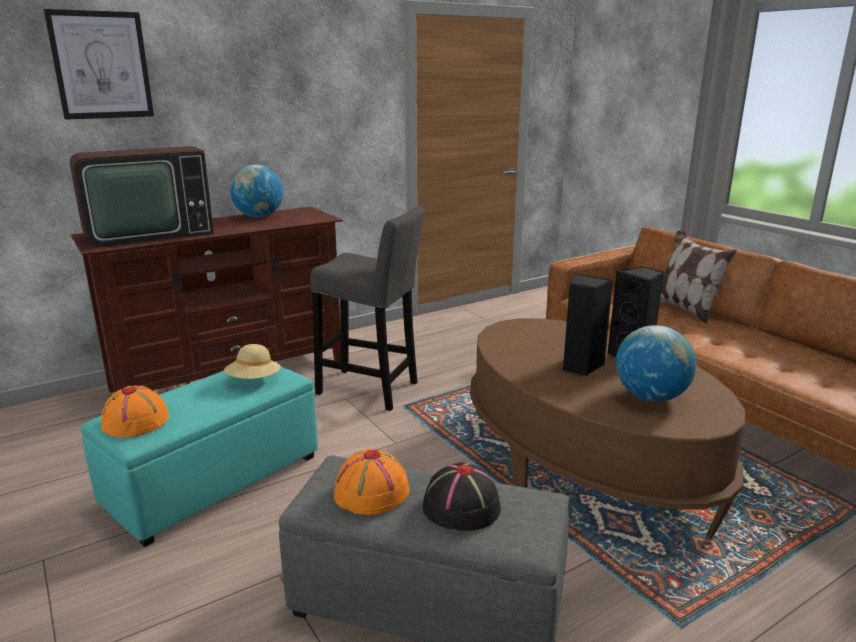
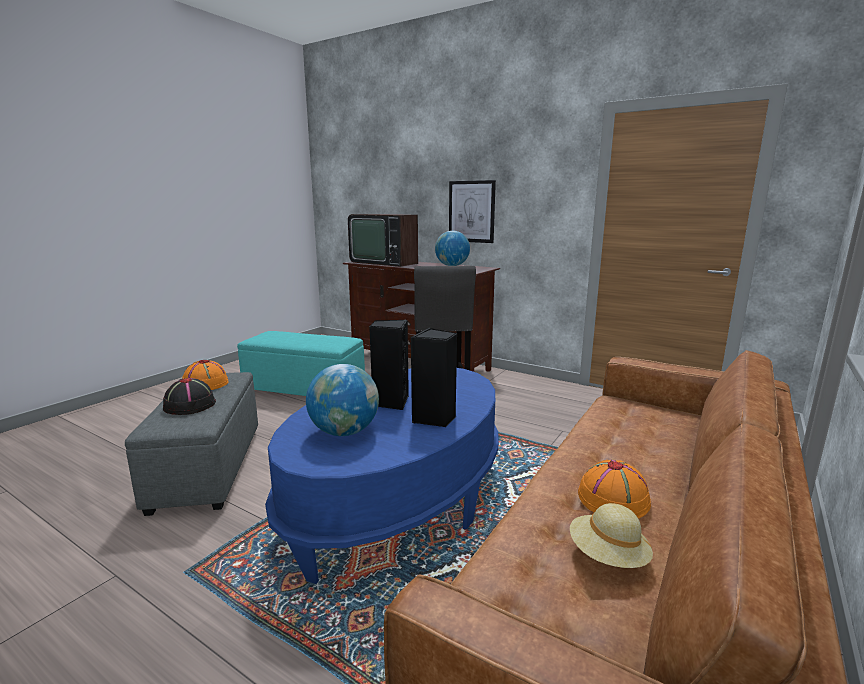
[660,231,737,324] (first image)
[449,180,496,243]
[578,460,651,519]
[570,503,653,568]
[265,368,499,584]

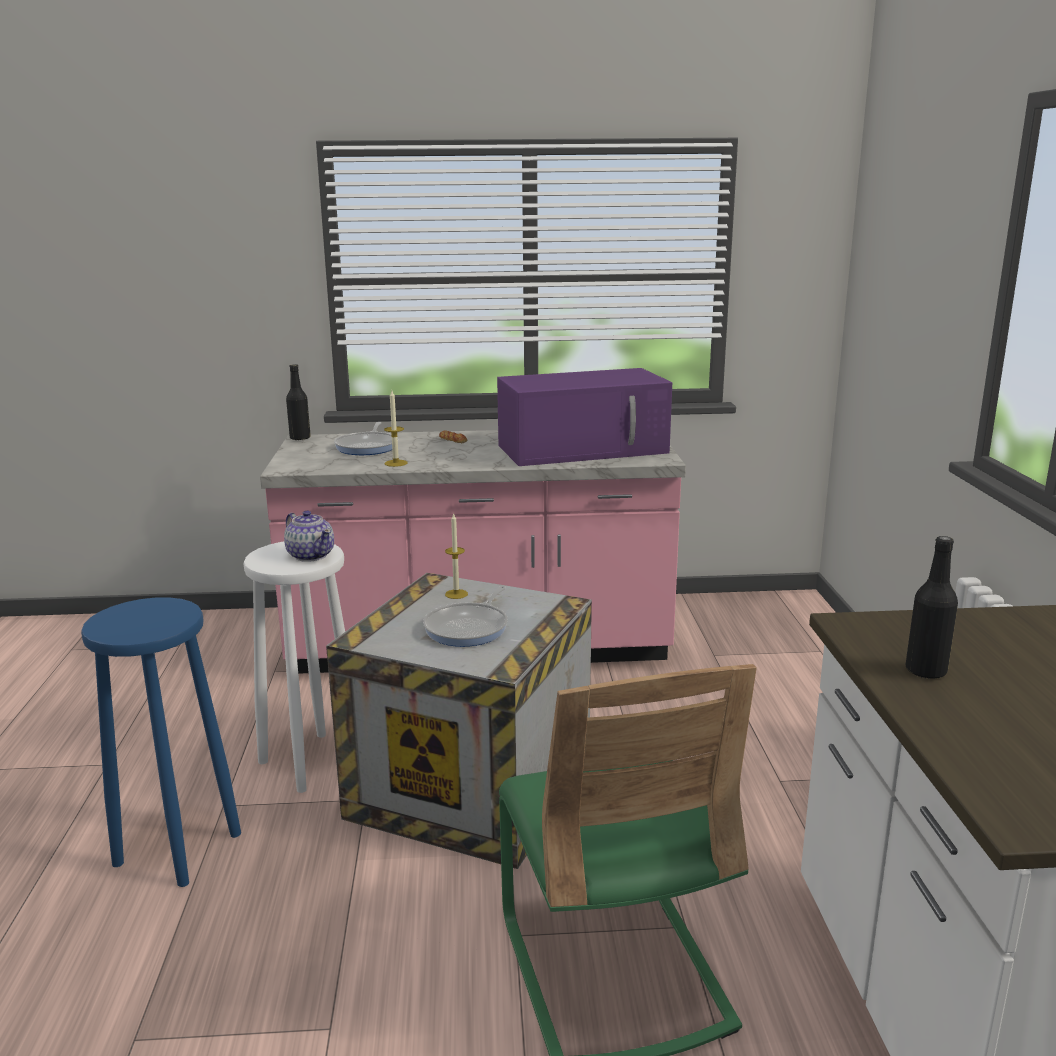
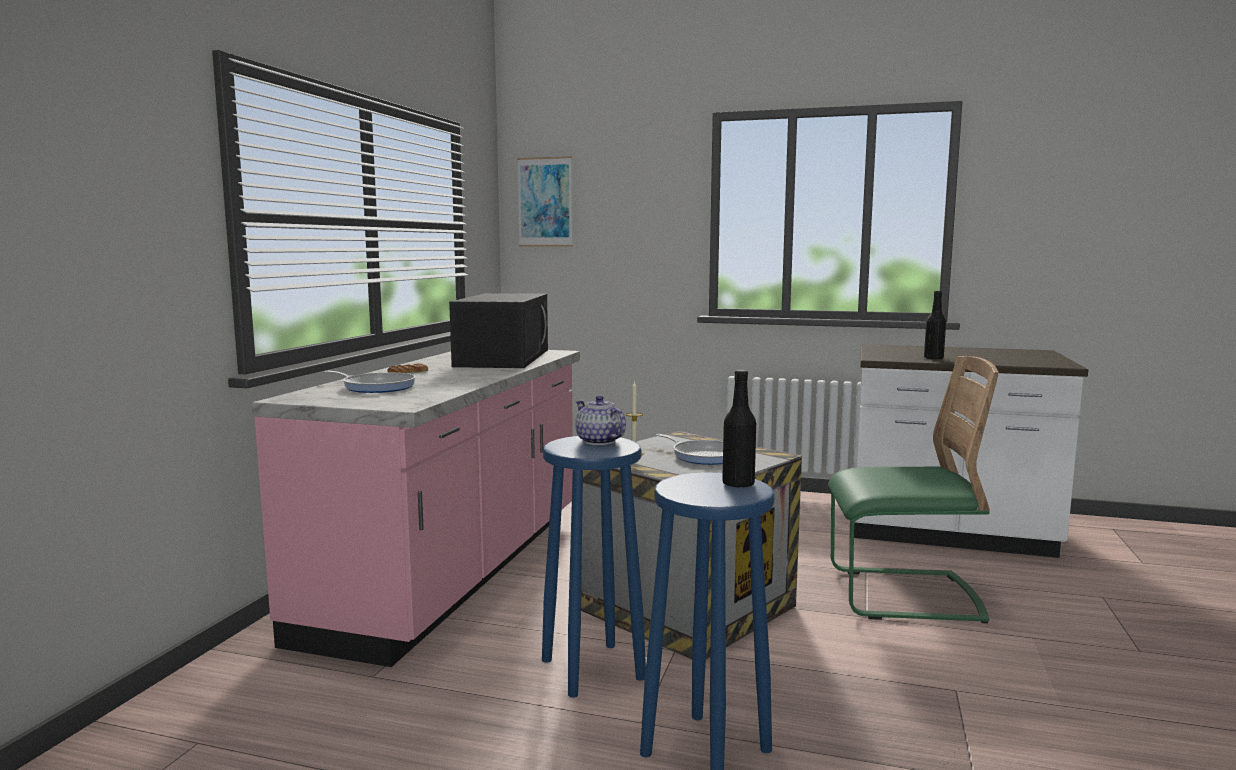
[384,391,407,467] (first image)
[517,156,573,246]
[722,370,756,488]
[542,436,646,698]
[449,293,548,368]
[575,395,626,445]

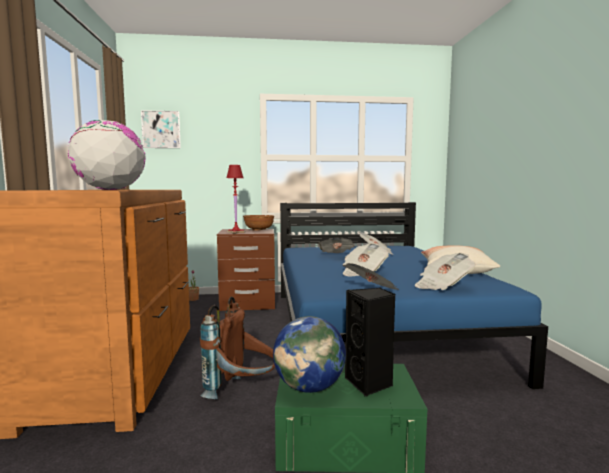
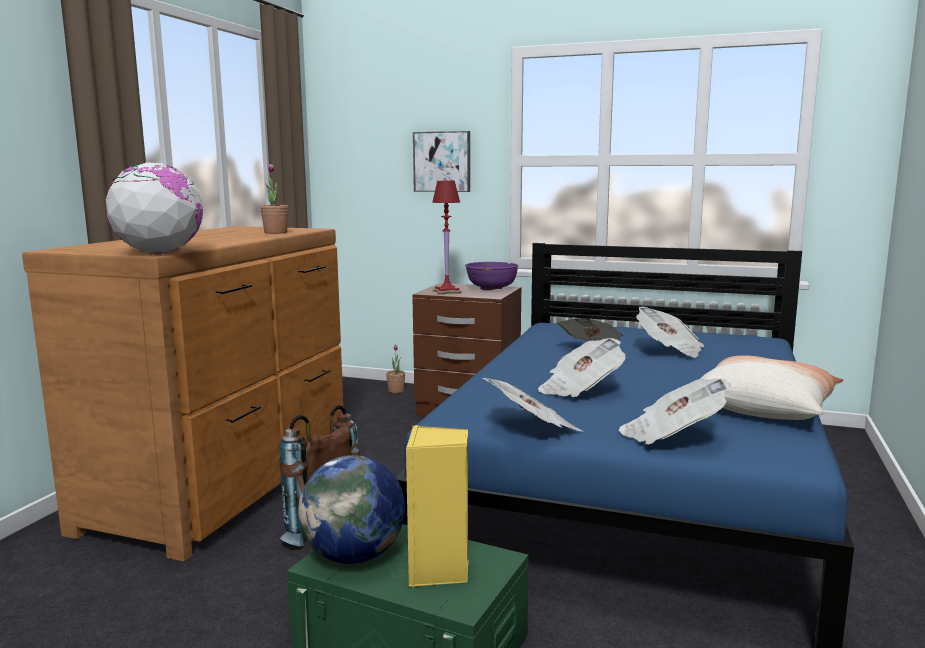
[261,164,288,234]
[413,131,470,192]
[465,262,519,290]
[406,425,468,587]

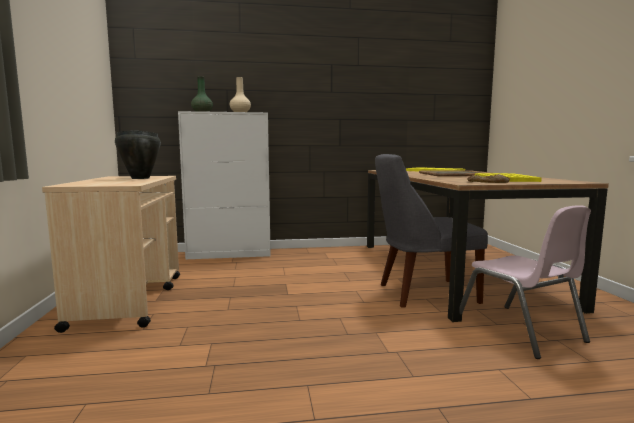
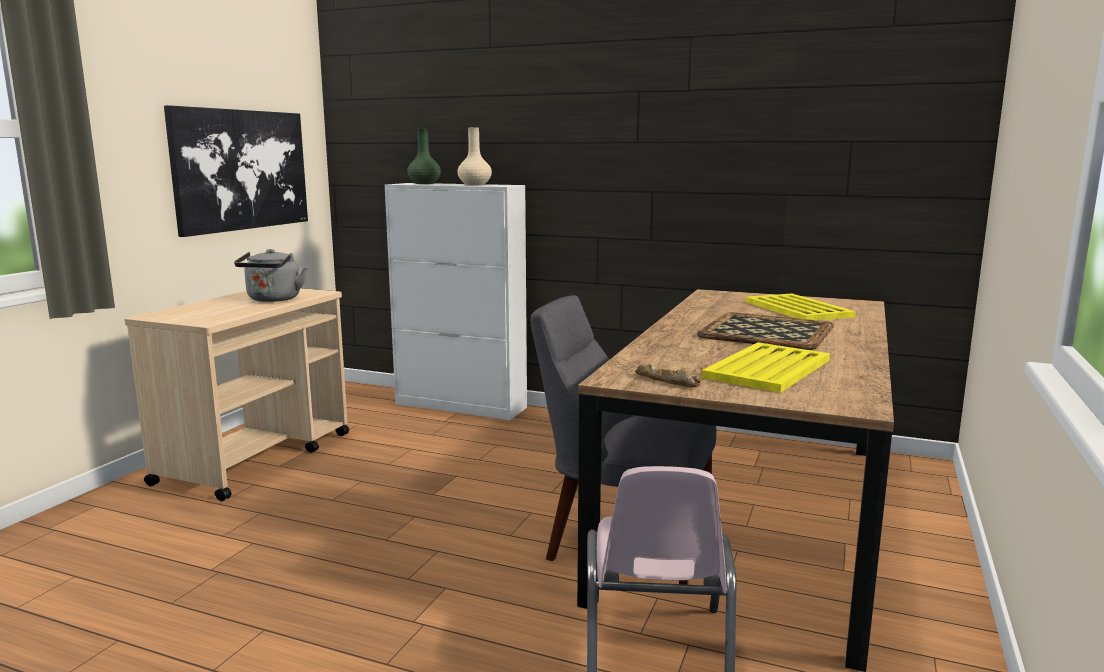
[164,105,308,237]
[234,249,307,302]

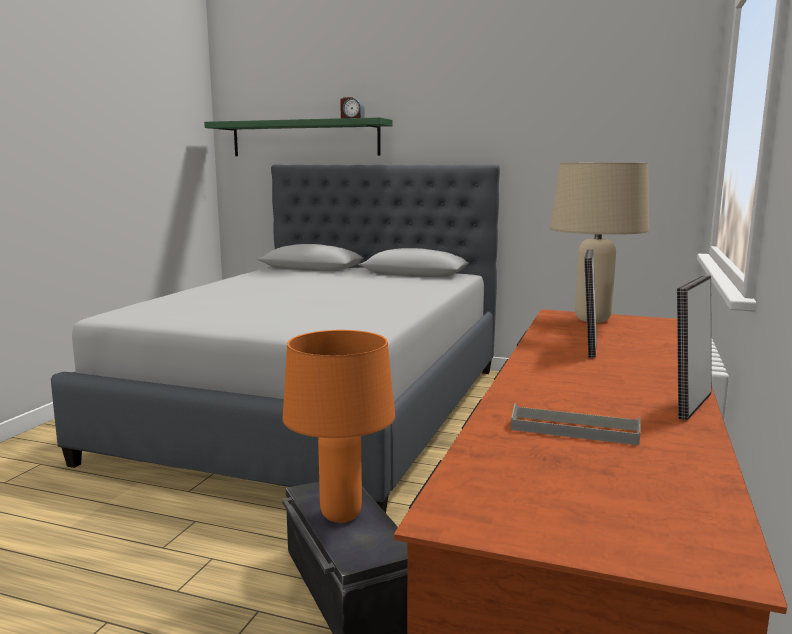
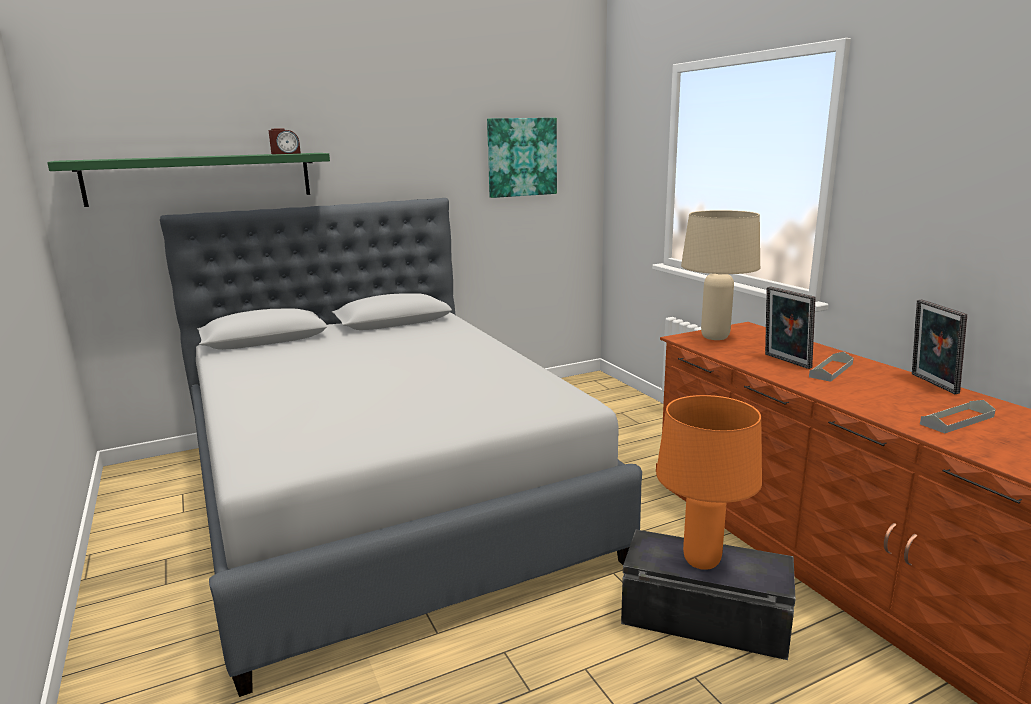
[487,118,557,198]
[809,351,854,382]

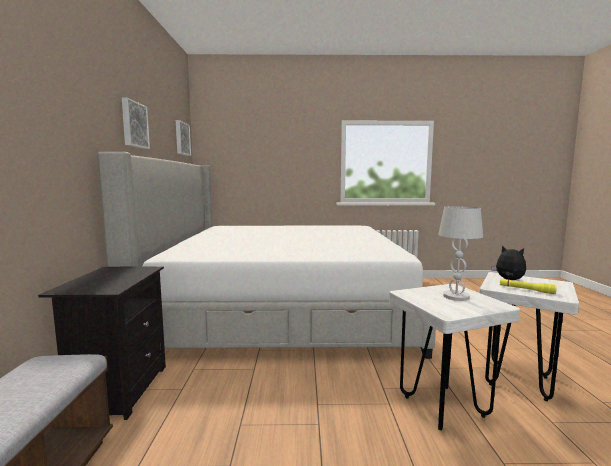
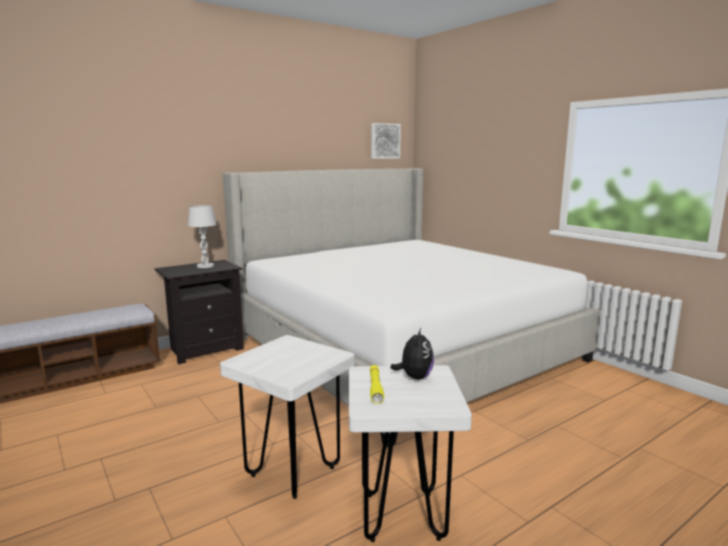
[122,97,150,149] (first image)
[188,205,217,268]

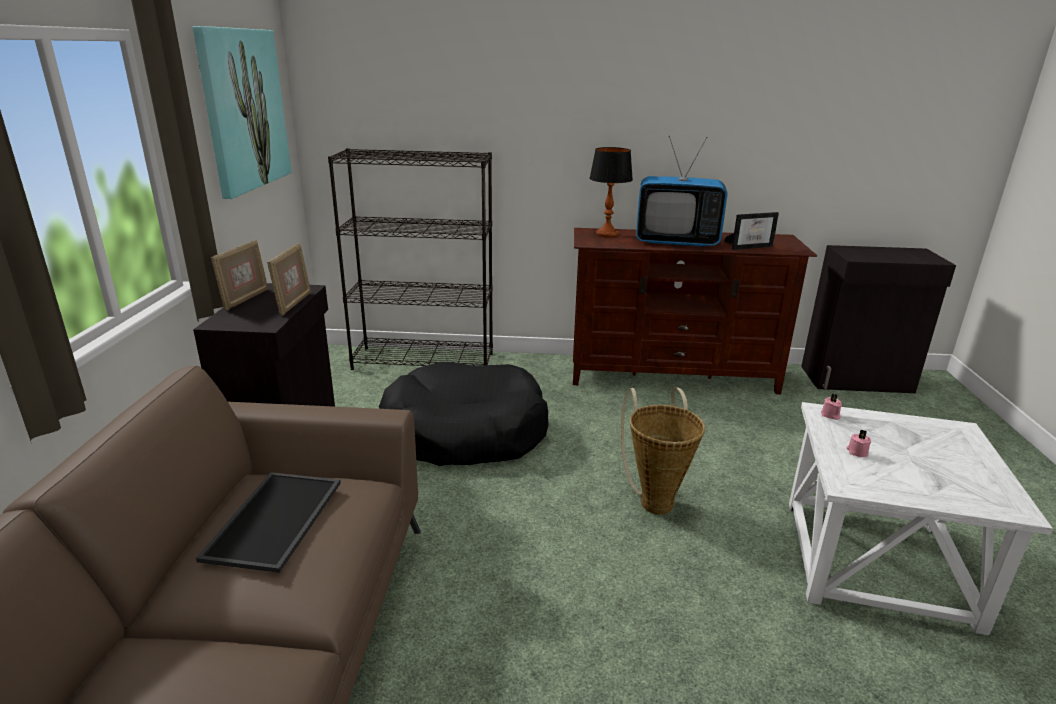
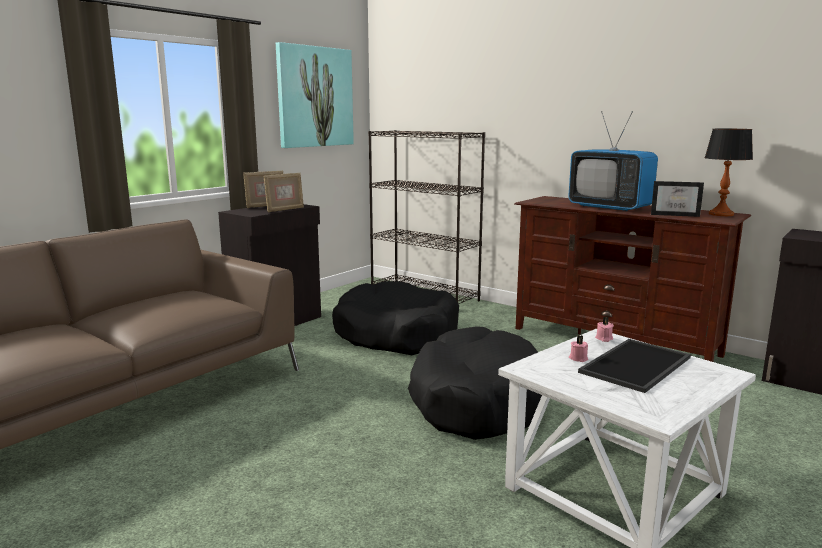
[578,339,691,393]
[705,129,753,216]
[408,327,542,440]

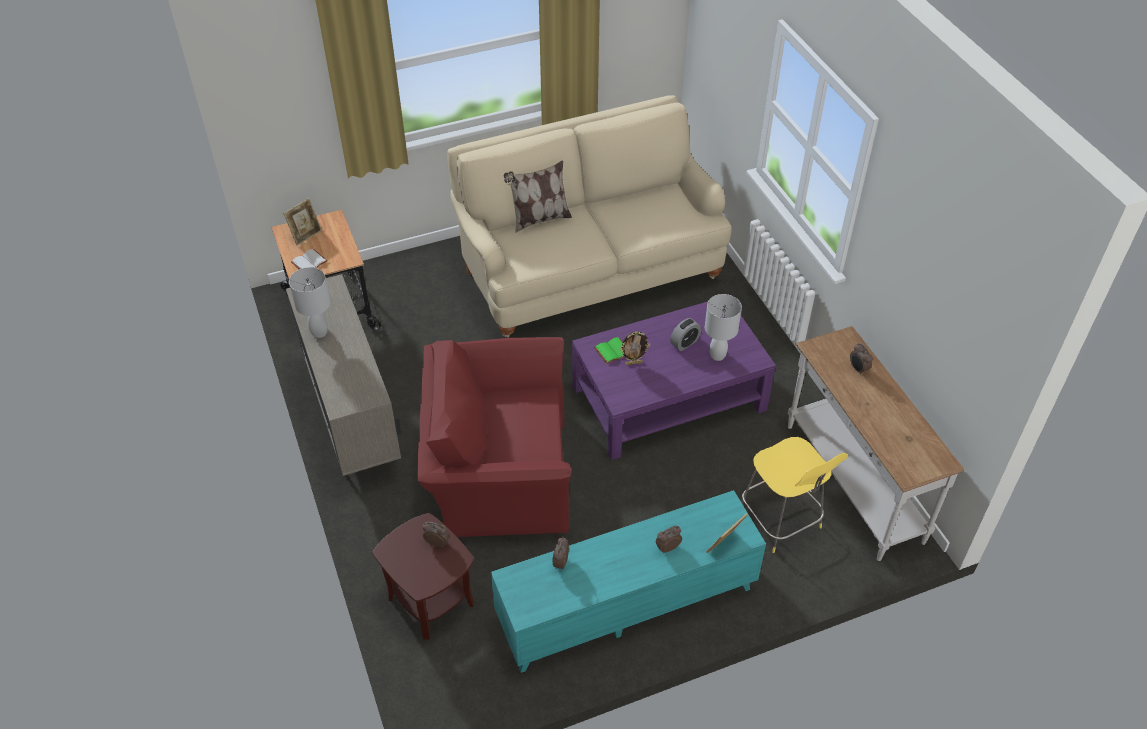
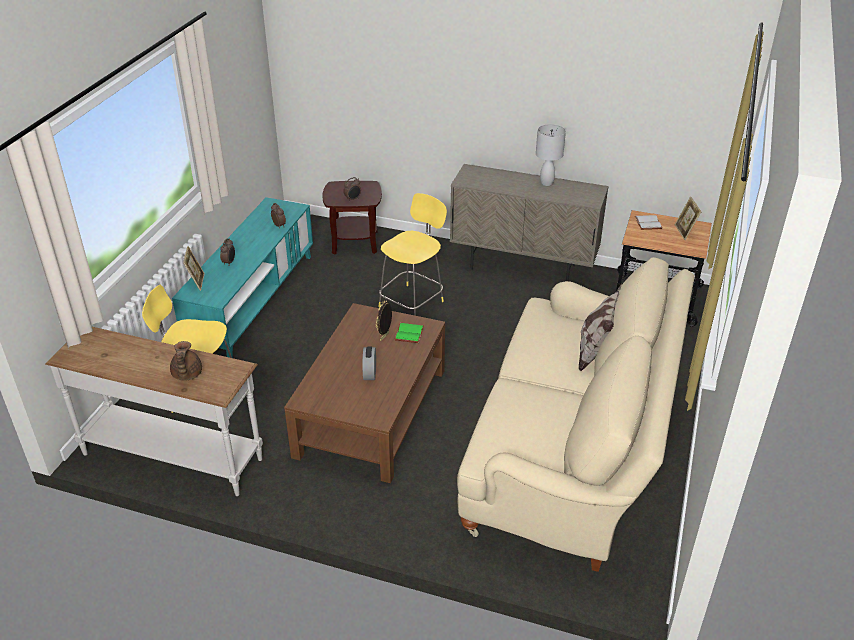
[705,294,742,361] (first image)
[378,193,447,316]
[170,341,202,381]
[284,303,445,483]

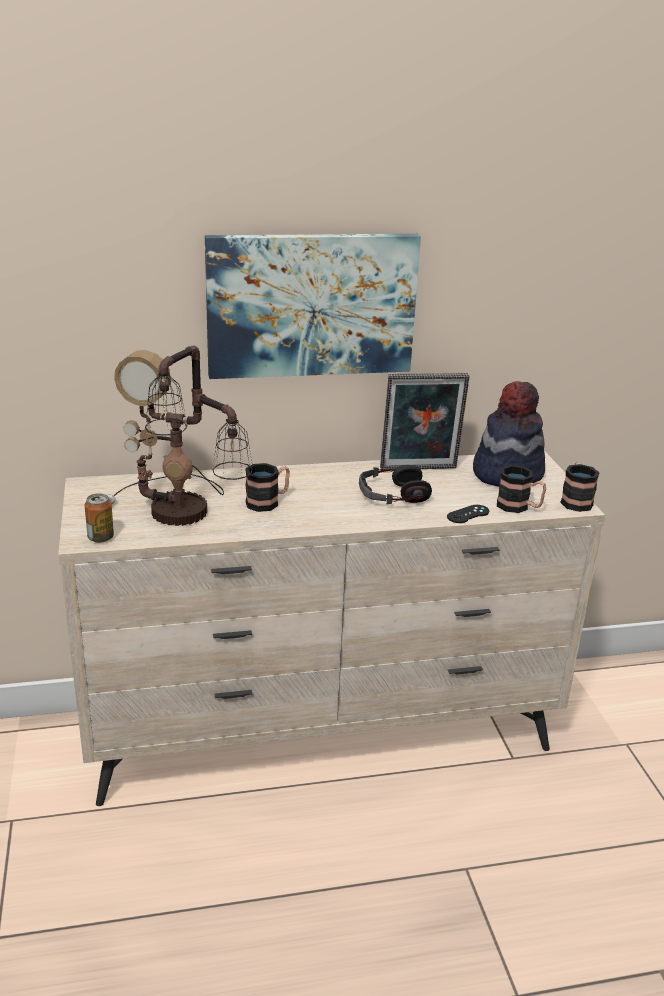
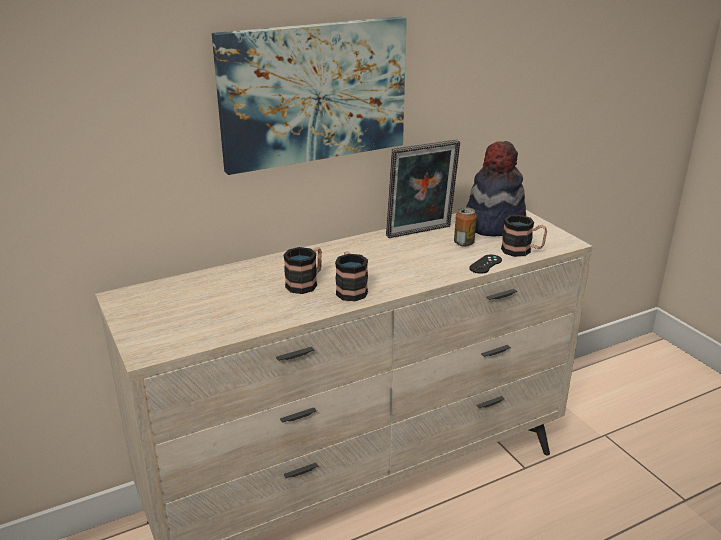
[107,345,252,526] (first image)
[359,465,432,504] (first image)
[454,207,477,247]
[335,252,368,302]

